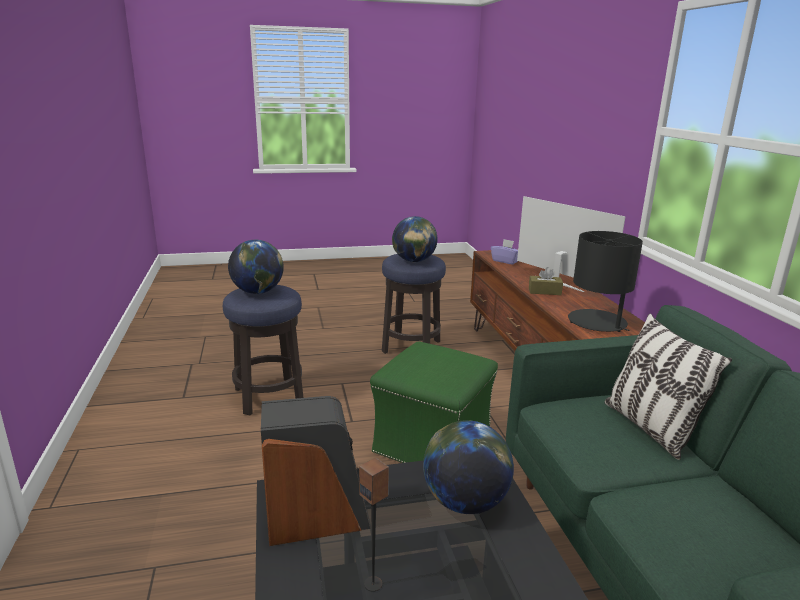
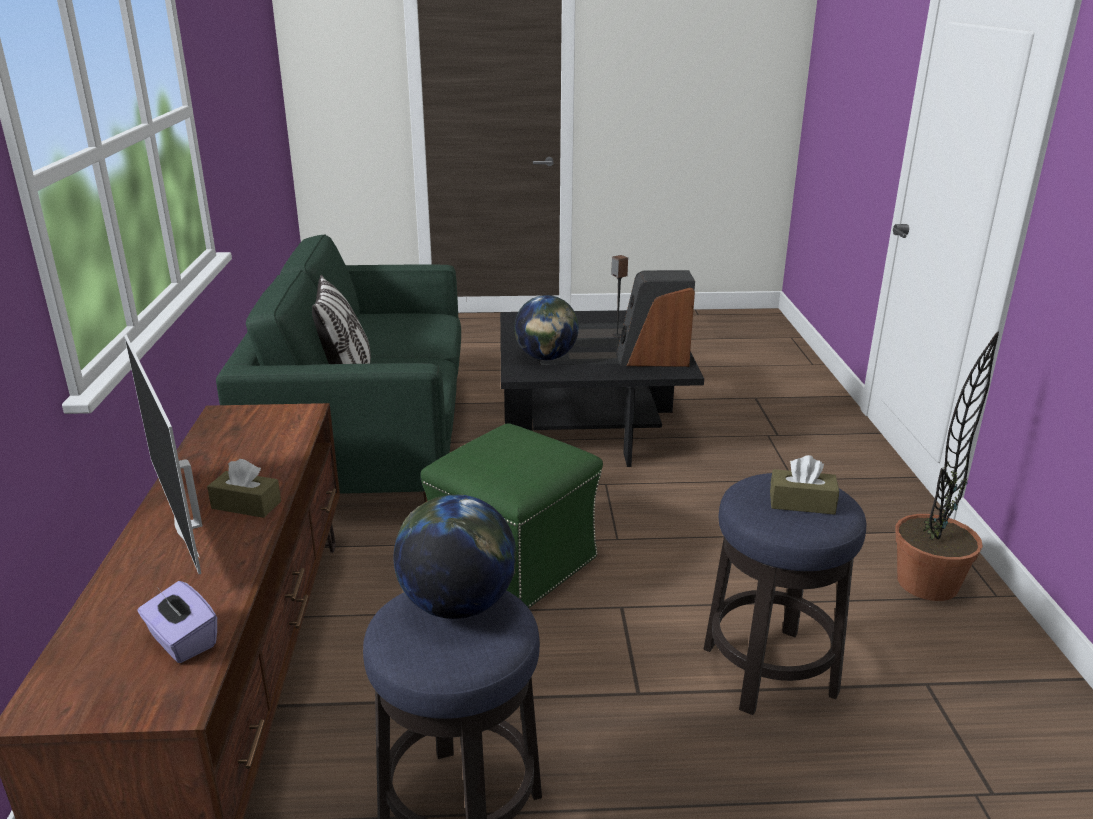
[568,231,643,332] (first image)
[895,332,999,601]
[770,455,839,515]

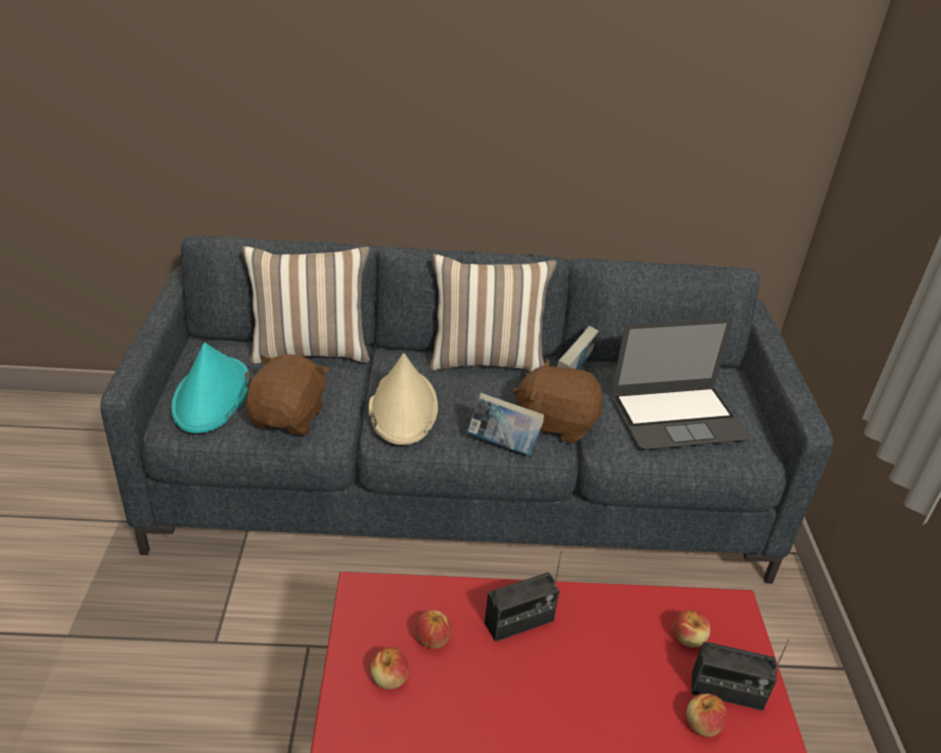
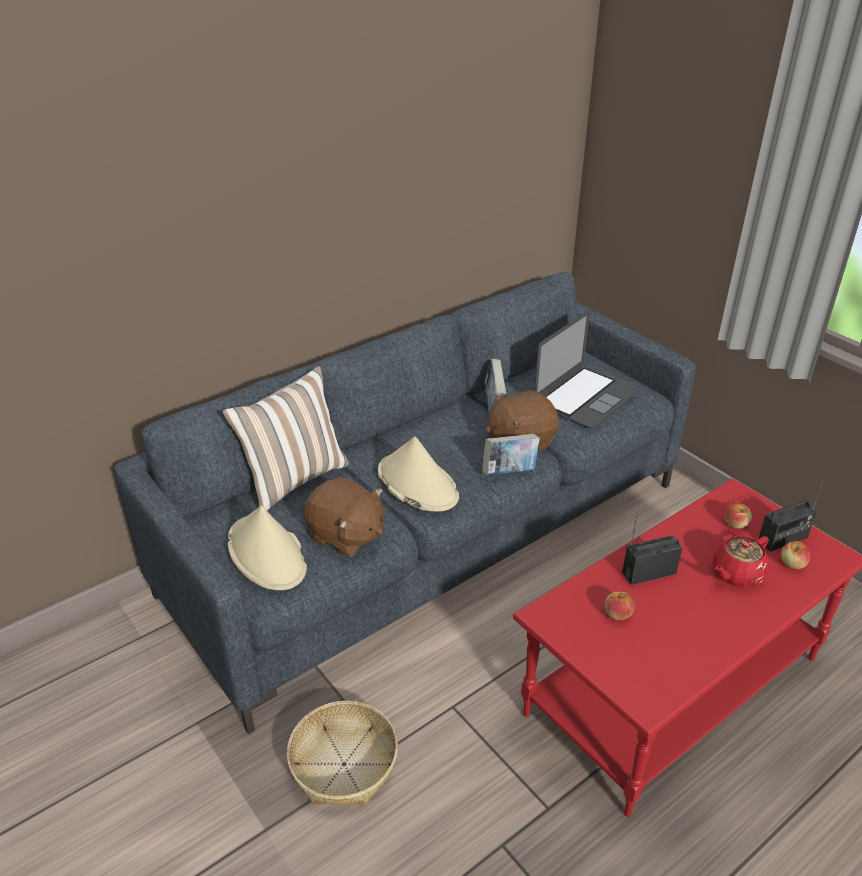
[370,647,409,689] (first image)
[430,254,557,372] (first image)
[287,701,398,805]
[713,536,769,586]
[228,505,307,590]
[303,477,384,557]
[622,516,682,585]

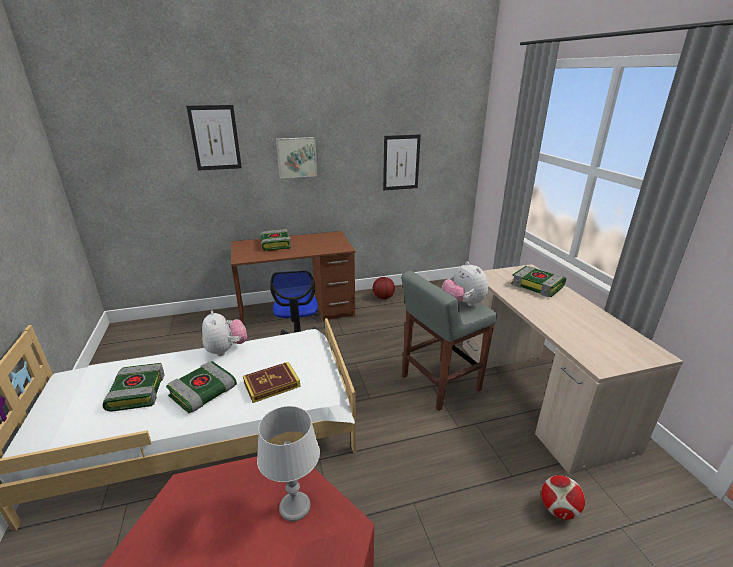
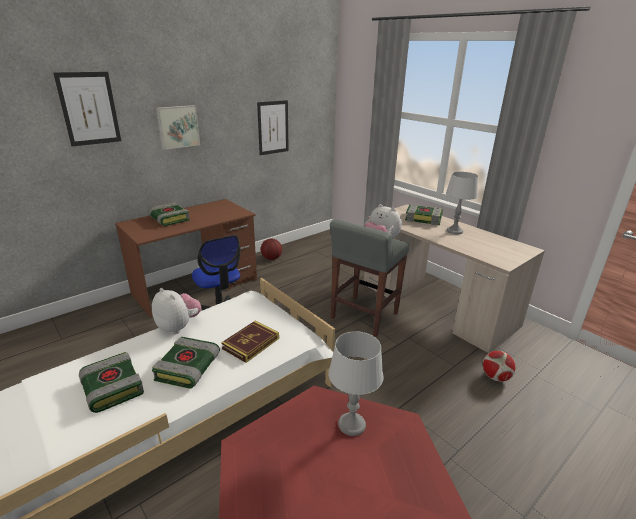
[446,172,478,234]

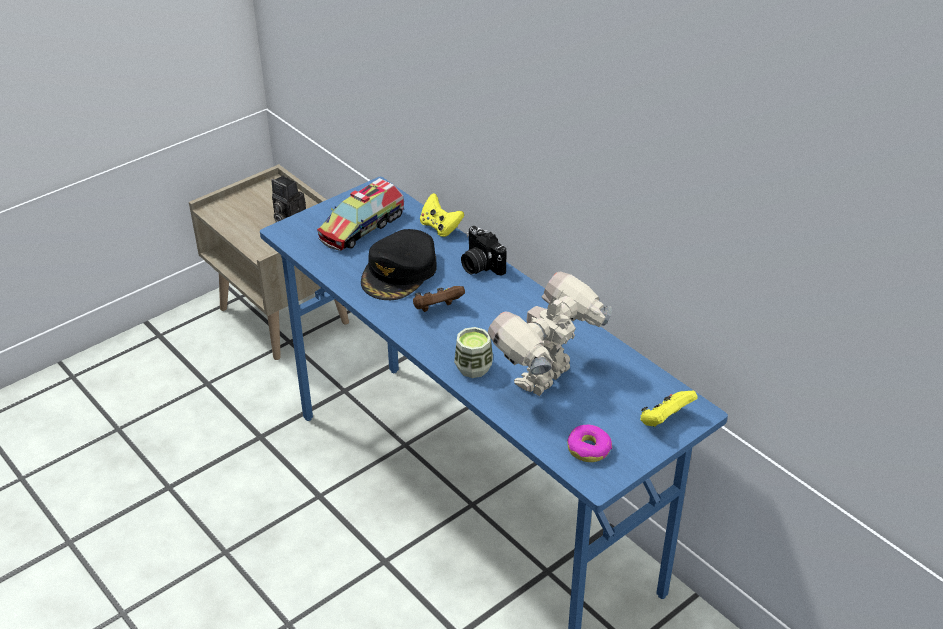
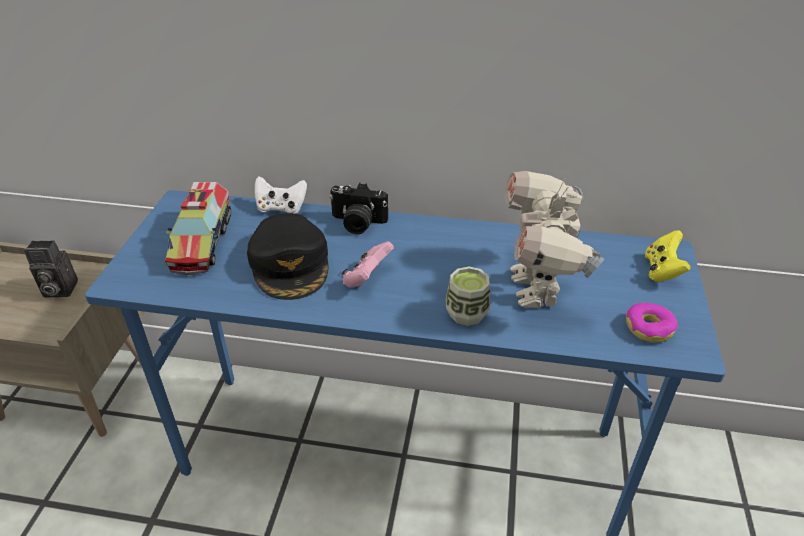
[342,241,394,288]
[255,176,307,214]

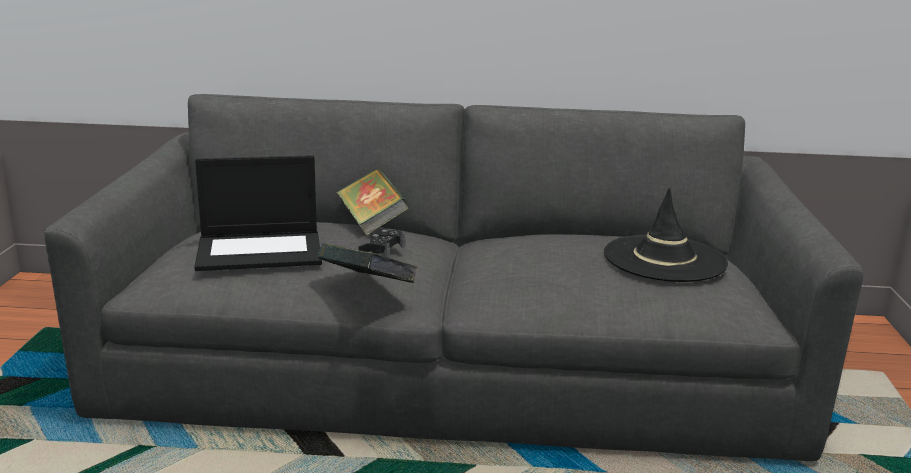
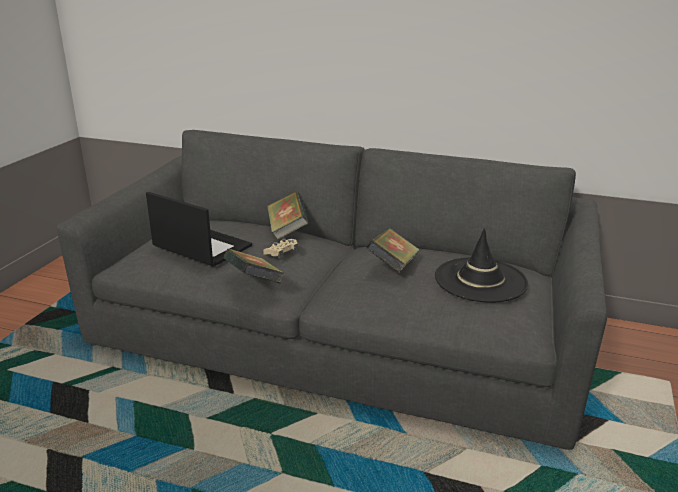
[366,228,420,272]
[263,238,298,260]
[146,192,252,267]

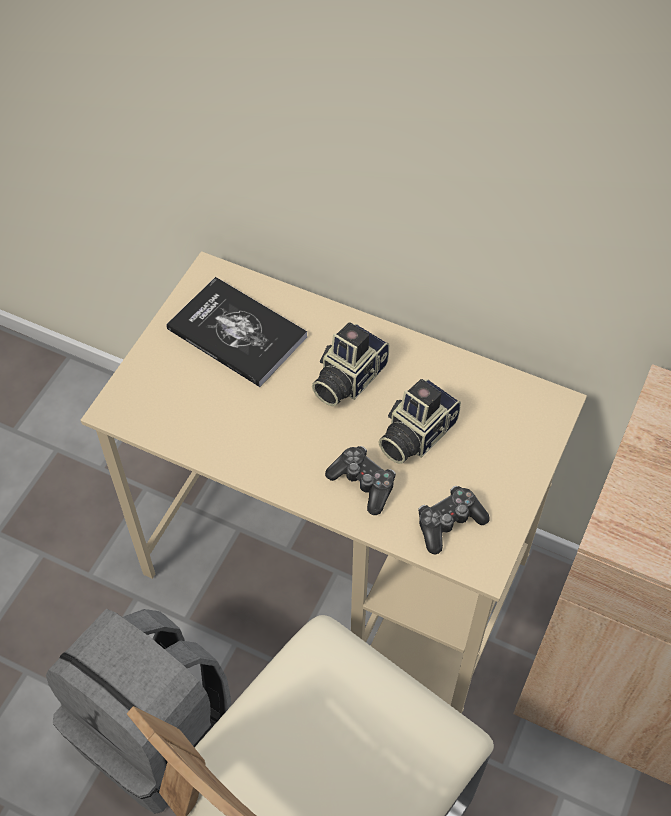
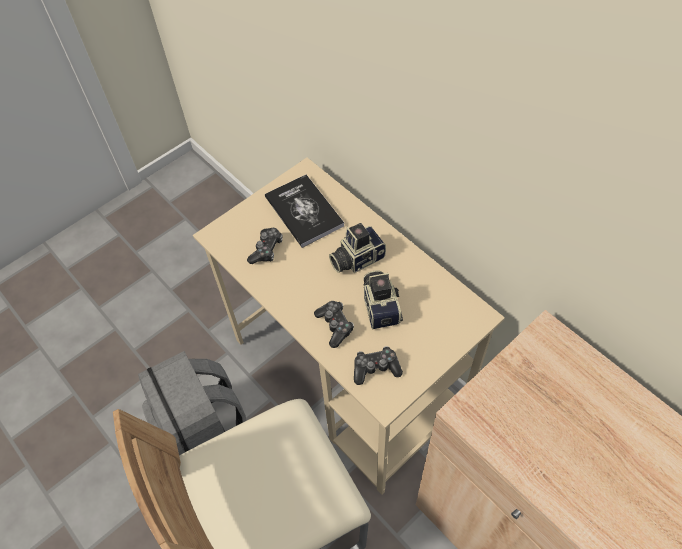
[247,228,283,264]
[363,270,403,330]

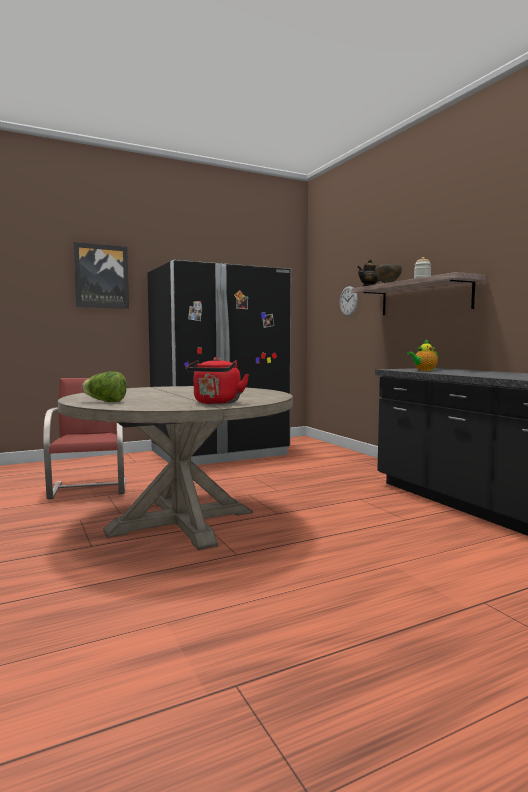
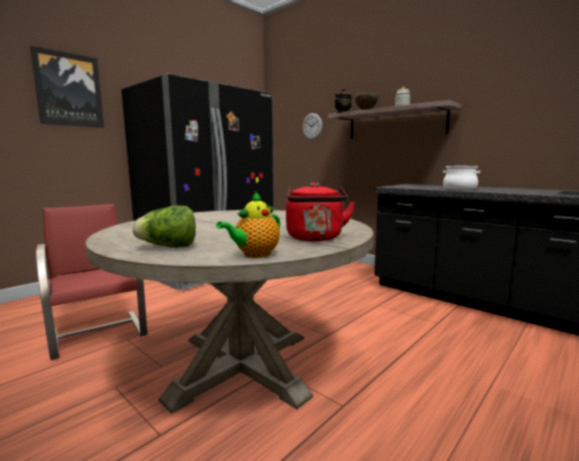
[443,166,480,190]
[216,192,280,258]

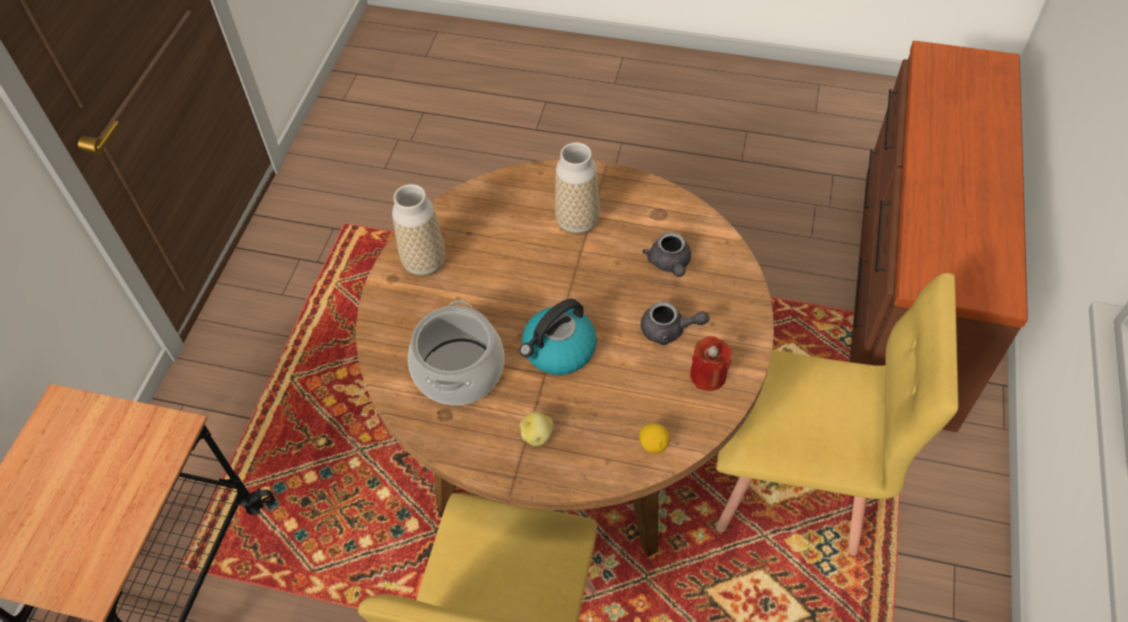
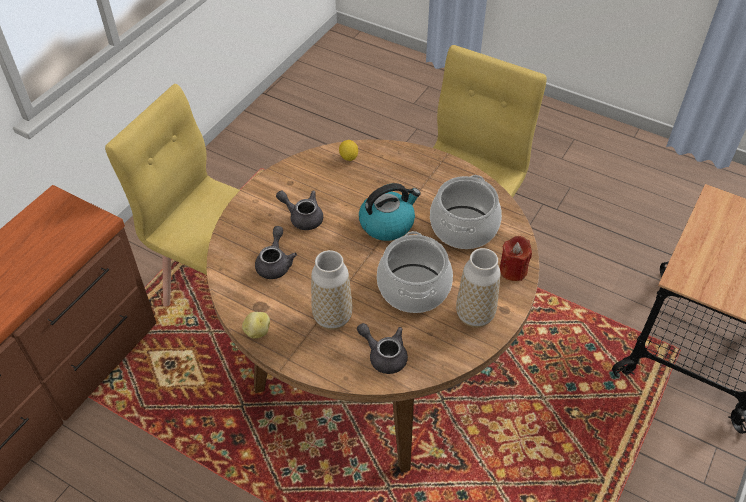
[357,323,408,374]
[377,231,453,313]
[242,312,270,339]
[500,236,532,281]

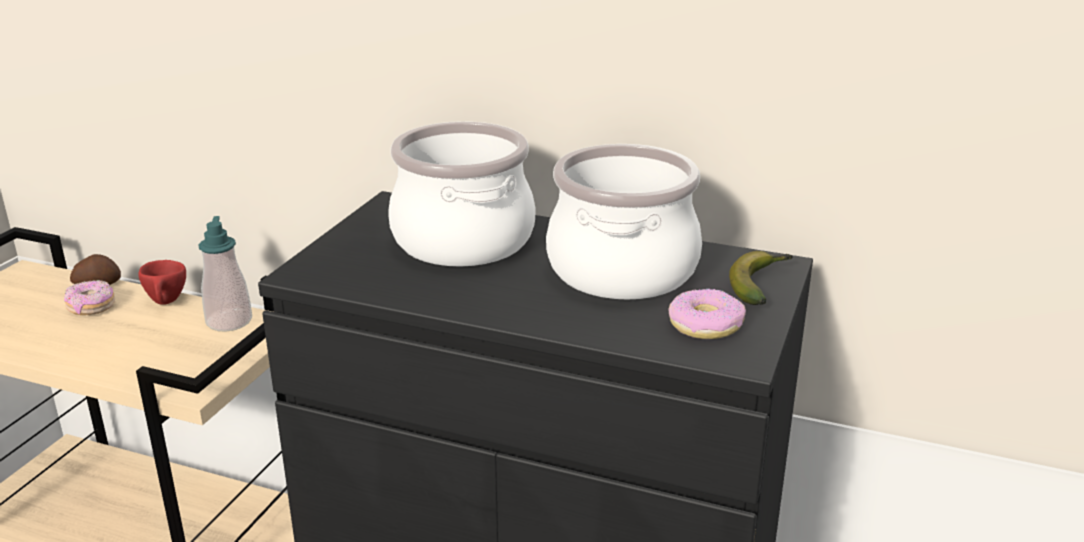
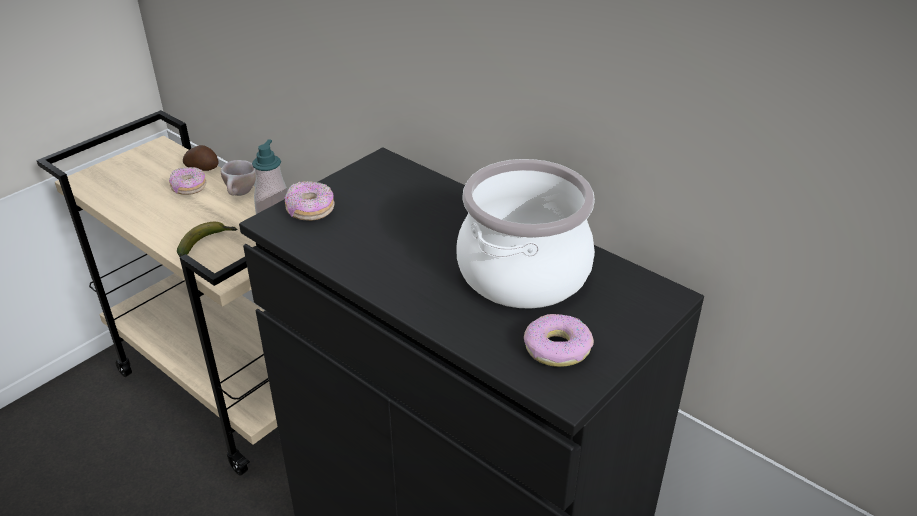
[388,121,536,266] (first image)
[285,181,334,221]
[177,222,238,257]
[221,160,256,196]

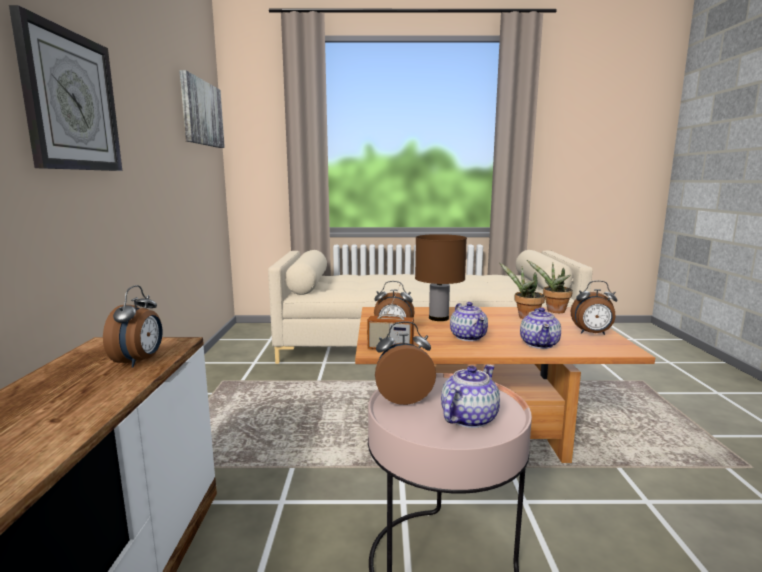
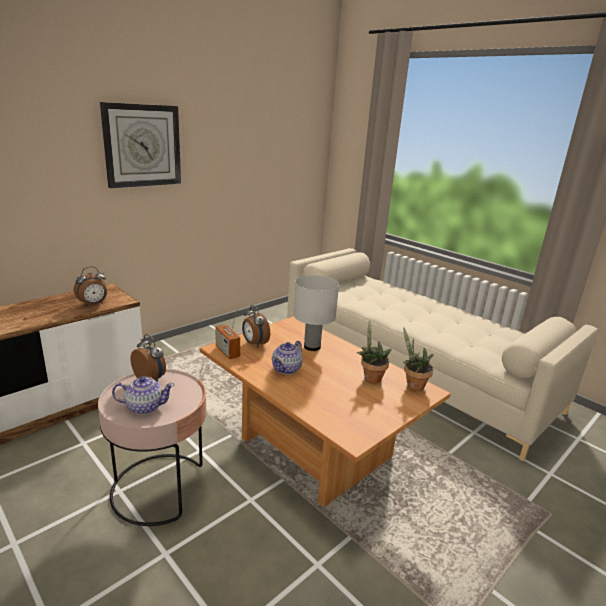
[179,70,225,148] (first image)
[520,307,561,349] (first image)
[571,280,617,335] (first image)
[293,275,339,351]

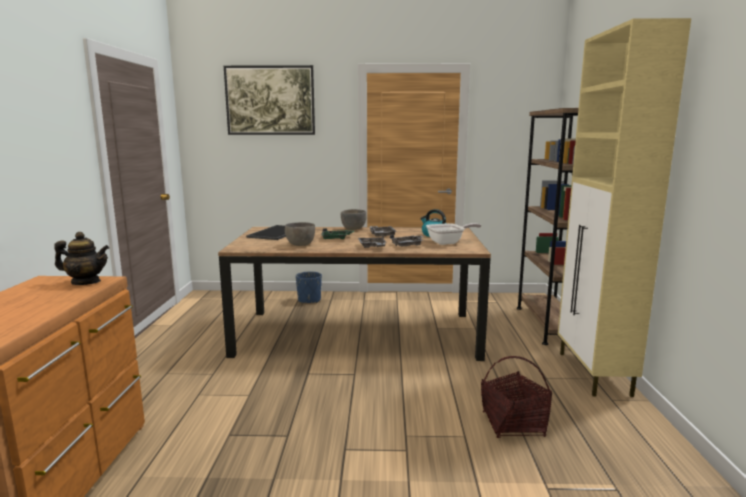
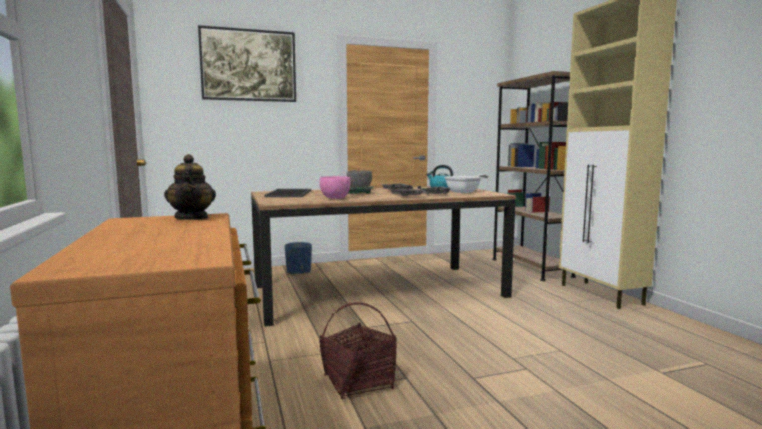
[319,302,397,399]
[320,176,351,199]
[164,154,216,220]

